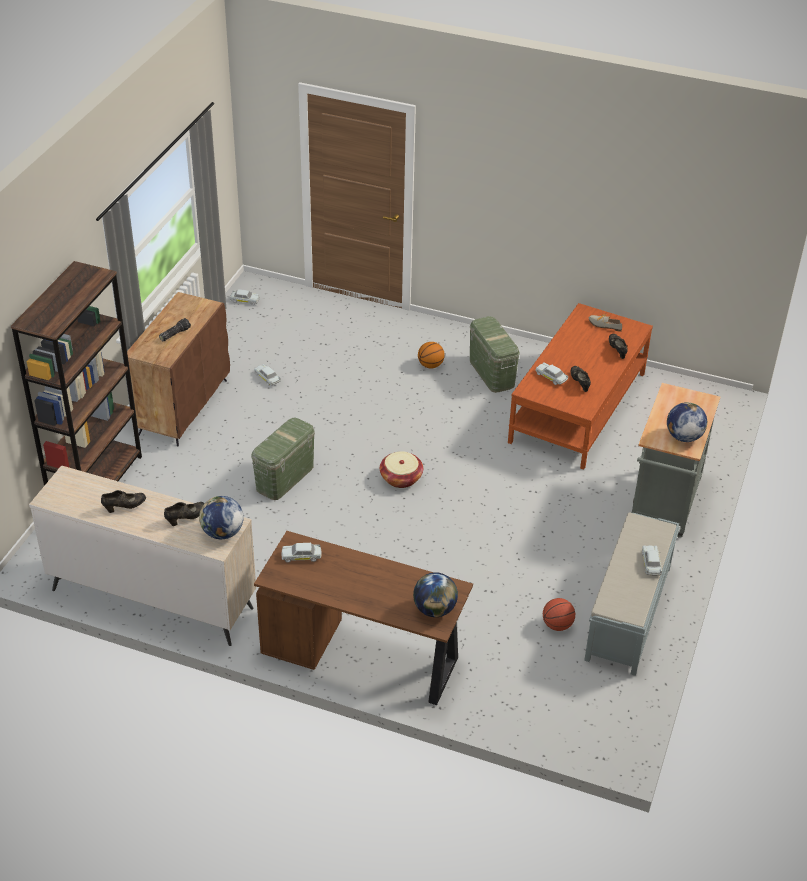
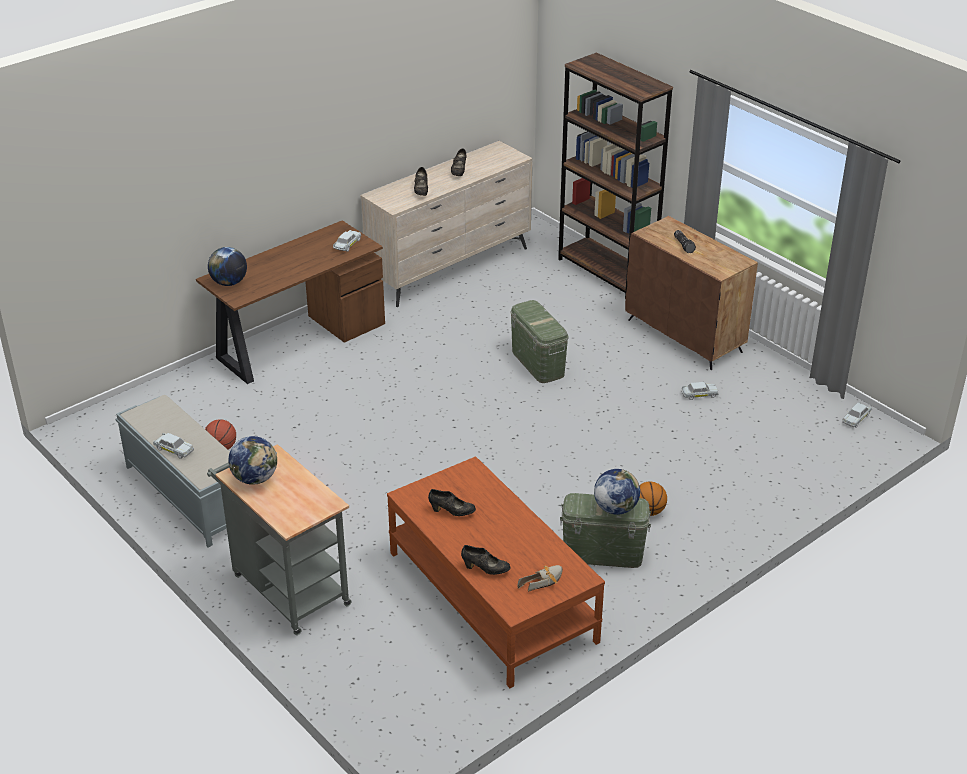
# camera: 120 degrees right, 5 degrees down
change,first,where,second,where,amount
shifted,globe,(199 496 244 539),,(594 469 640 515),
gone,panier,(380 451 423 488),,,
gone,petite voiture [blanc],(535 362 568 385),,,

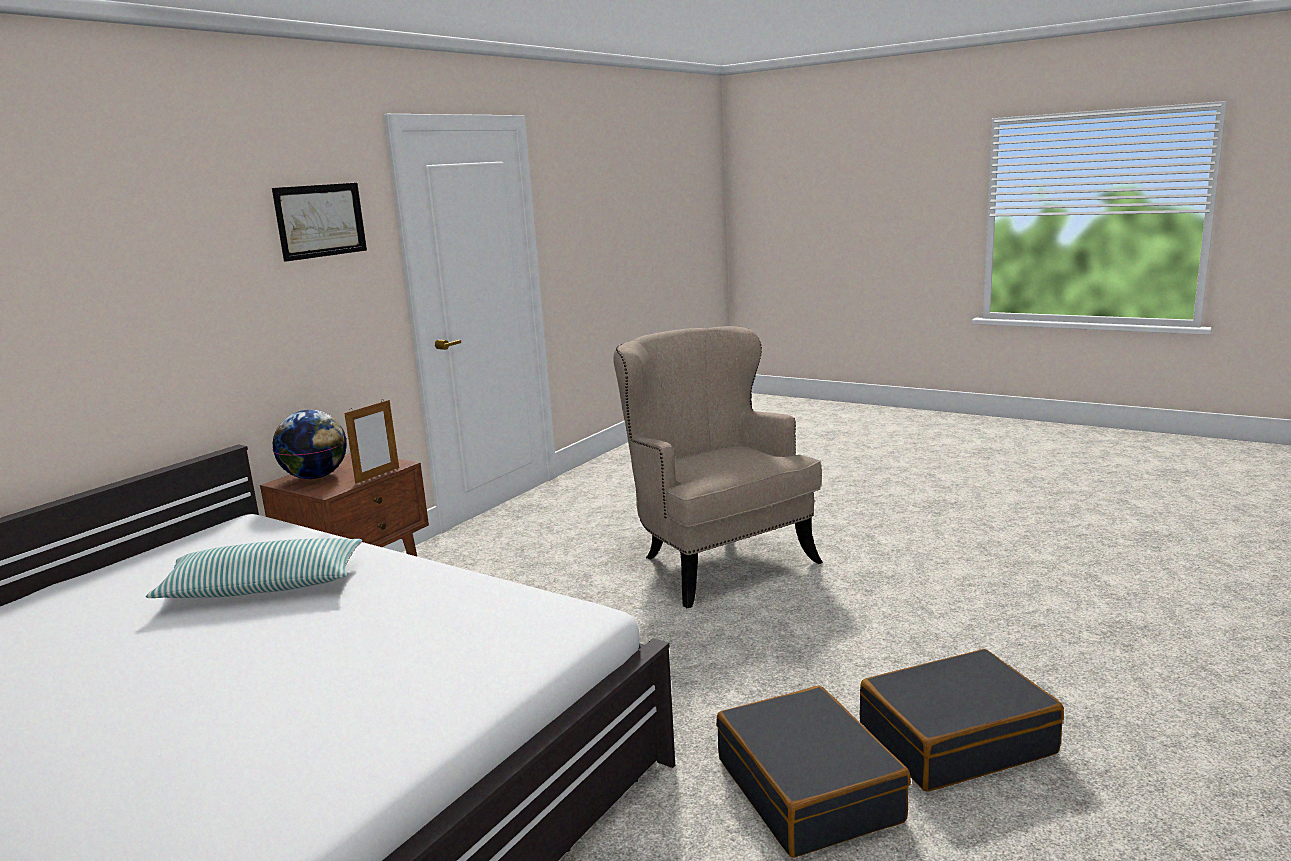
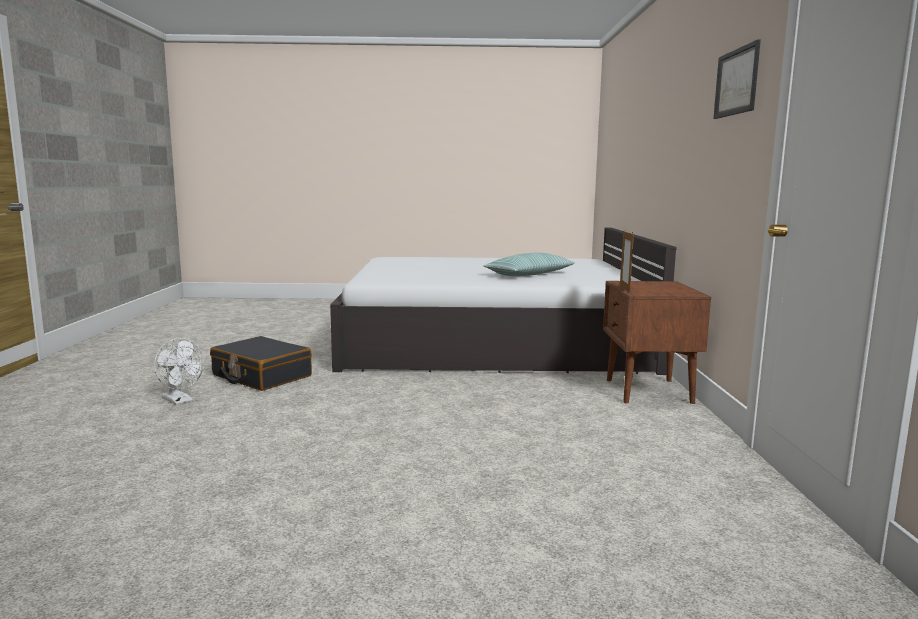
# camera: 145 degrees right, 5 degrees down
change,first,where,second,where,amount
gone,globe,(273 410 347 479),,,
gone,fauteuil [beige],(613 326 823 608),,,
swapped,valise [noir],(860 649 1064 792),ventilateur [blanc],(154 338 204 405),

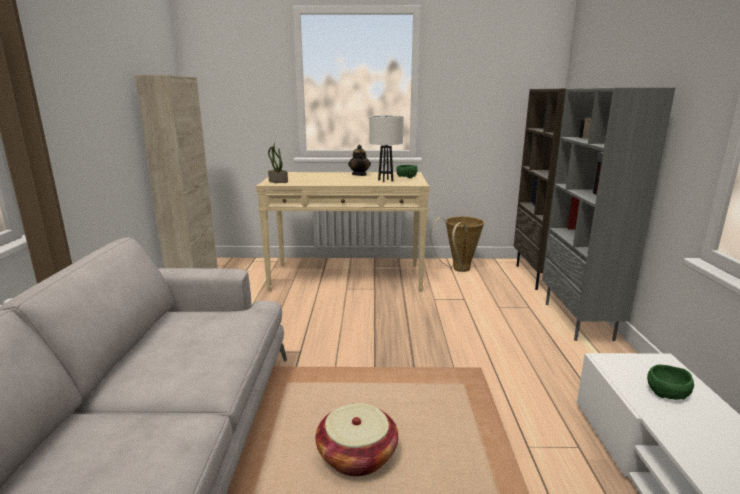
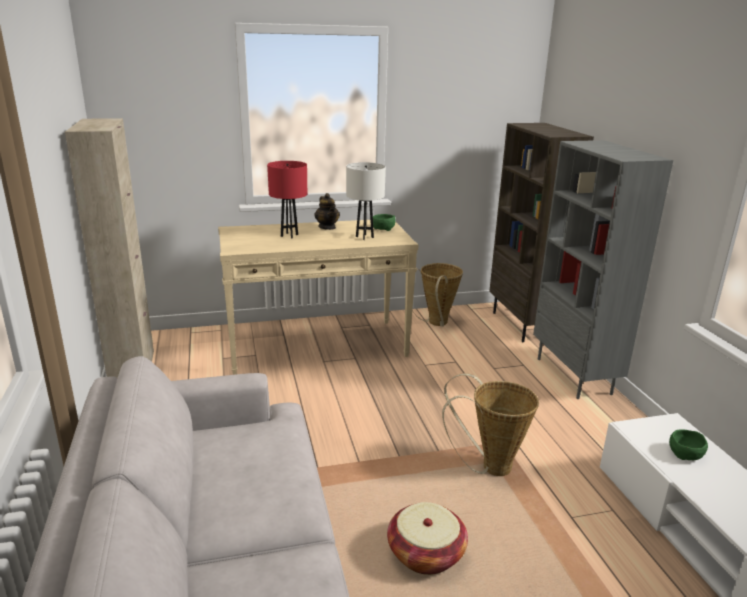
# camera: 15 degrees left, 5 degrees up
change,first,where,second,where,amount
gone,plante en pot,(268 143 288 183),,,
new,,,lampe de table [rouge],(267 161 307 238),
new,,,panier,(442 373 539 476),

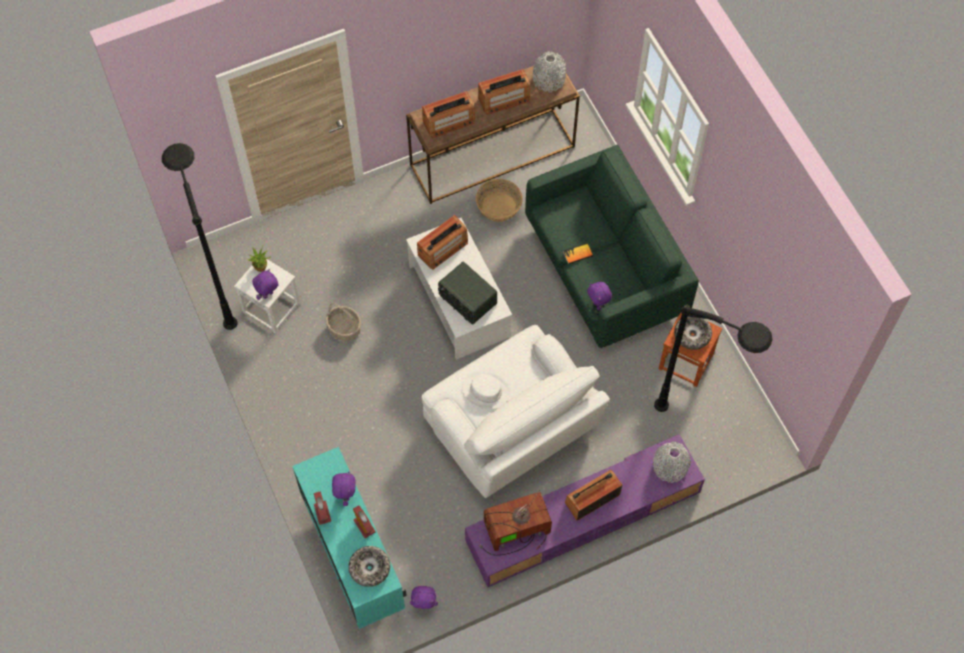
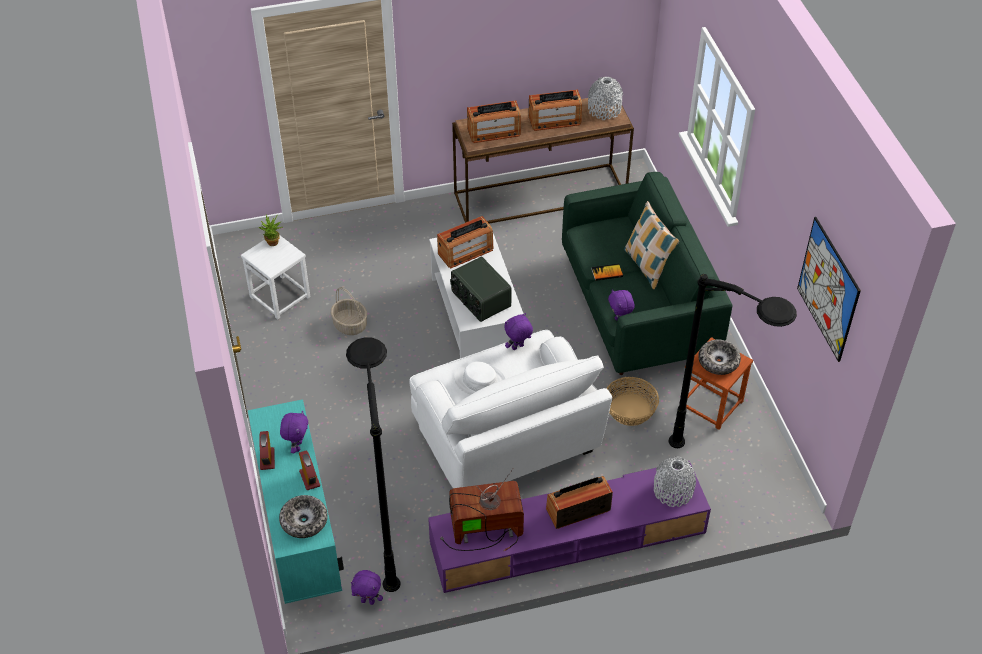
# camera: 10 degrees right, 15 degrees down
change,first,where,second,where,amount
shifted,lampadaire [noir],(162 143 237 330),,(346 337 400 592),
shifted,peluche [violet],(252 269 279 300),,(504 313 533 350),
shifted,panier,(476 179 523 222),,(606 377 659 426),
new,,,coussin,(624 201 679 289),
new,,,tableau,(797 217 861 362),

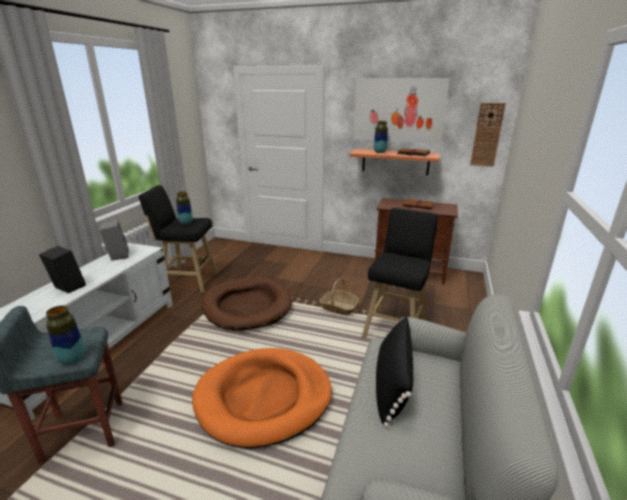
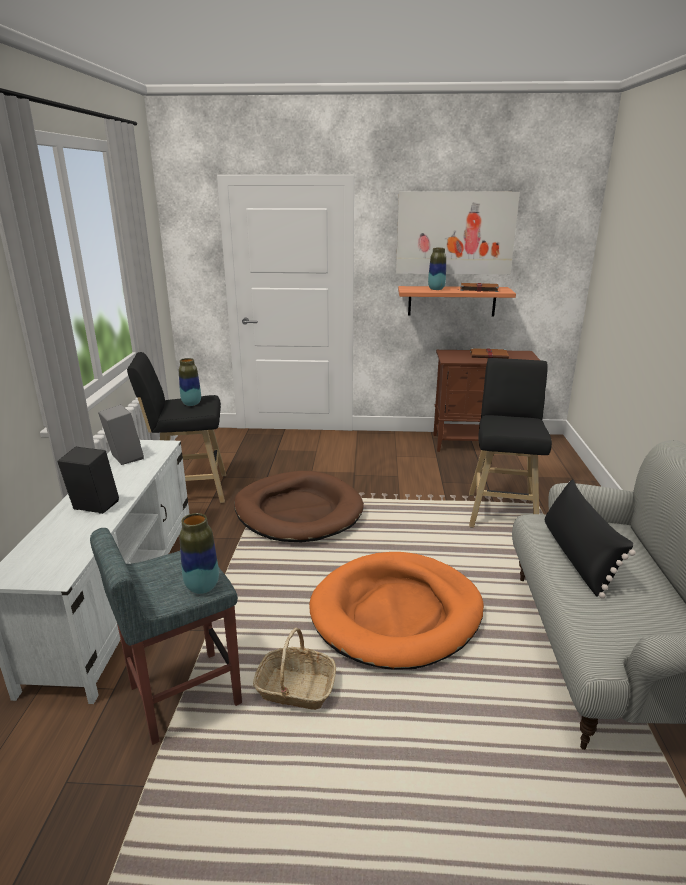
# camera: 15 degrees left, 0 degrees up
change,first,where,second,where,amount
shifted,panier,(319 278 359 316),,(253 628 336 710),
gone,horloge murale,(470 103 506 167),,,

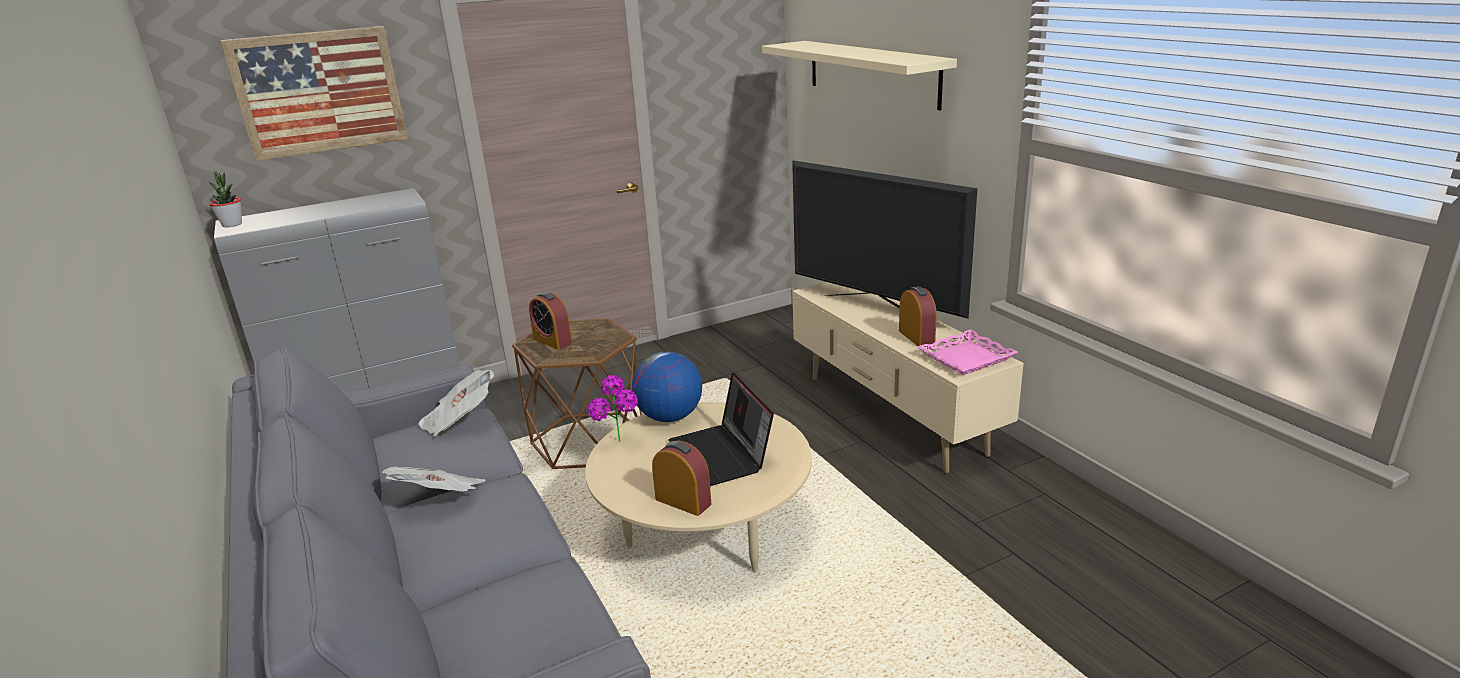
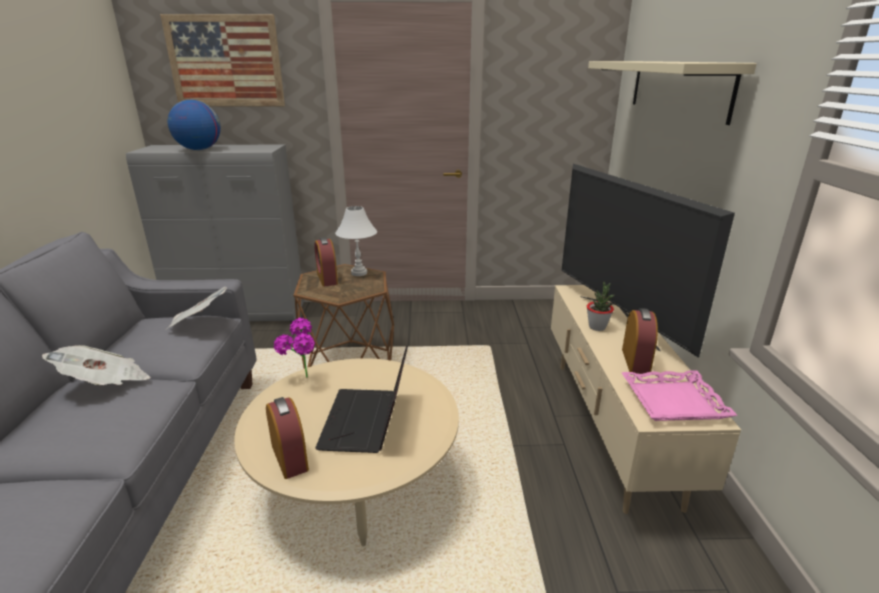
# camera: 25 degrees right, 0 degrees up
change,first,where,second,where,amount
shifted,plante en pot,(209 171 242 227),,(587 282 615 331),
shifted,globe,(632 352 702 422),,(168 100 221 150),
new,,,lampe de table [blanc],(335 206 377 276),

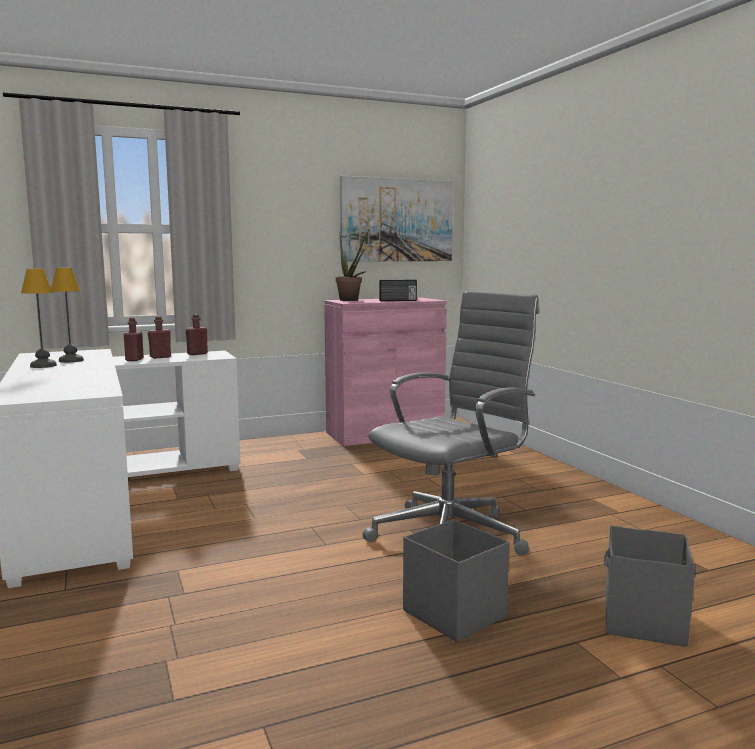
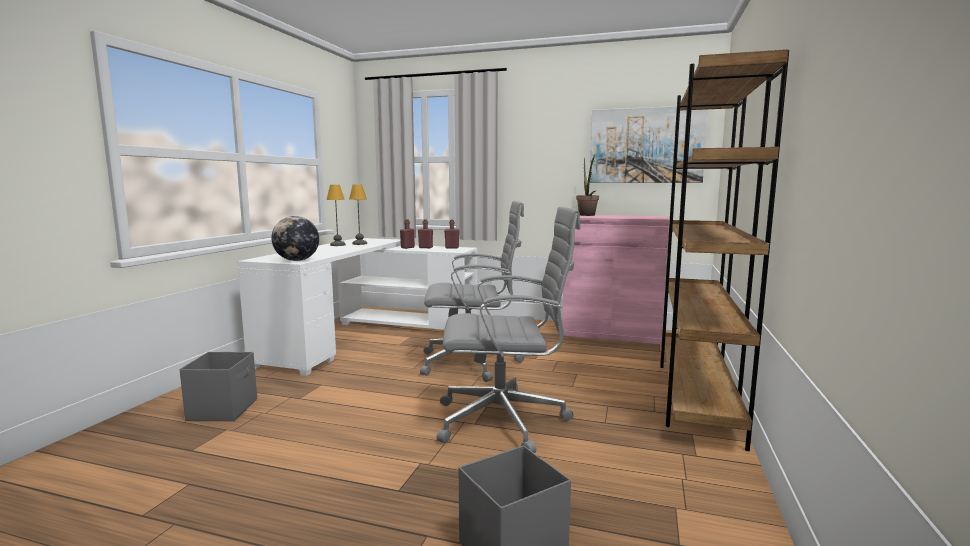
# camera: 40 degrees right, 0 degrees up
change,first,where,second,where,amount
gone,radio,(379 280 417 301),,,
shifted,boîte de rangement [gris],(403 519 509 642),,(180 352 257 421),
new,,,globe,(271 216 319 261),
new,,,chaise de bureau [gris],(420 201 524 382),
new,,,bibliothèque [marron],(660 49 789 451),

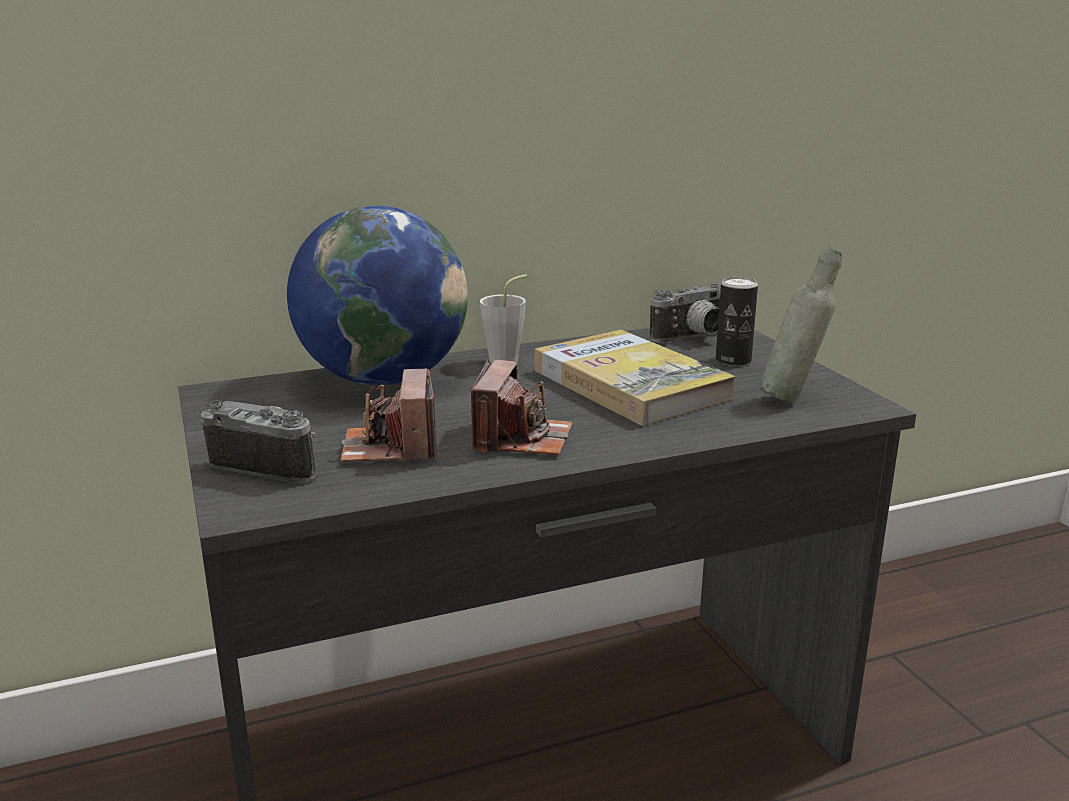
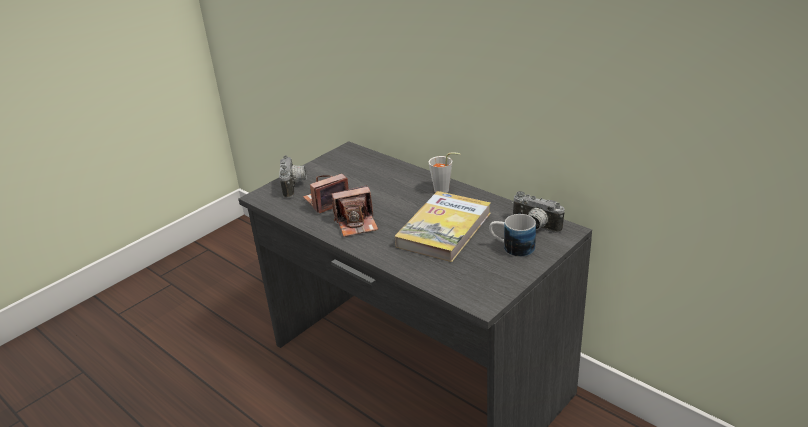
# camera: 65 degrees right, 10 degrees up
change,first,where,second,where,amount
gone,globe,(287 206 468 385),,,
swapped,boîte métallique,(716 277 758 366),mug,(489 214 536 257),
gone,bouteille [gris],(759 247 842 403),,,

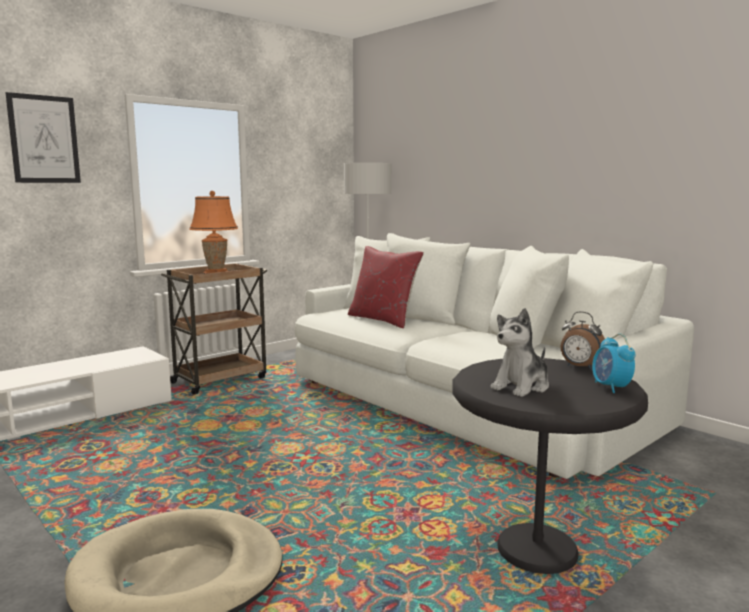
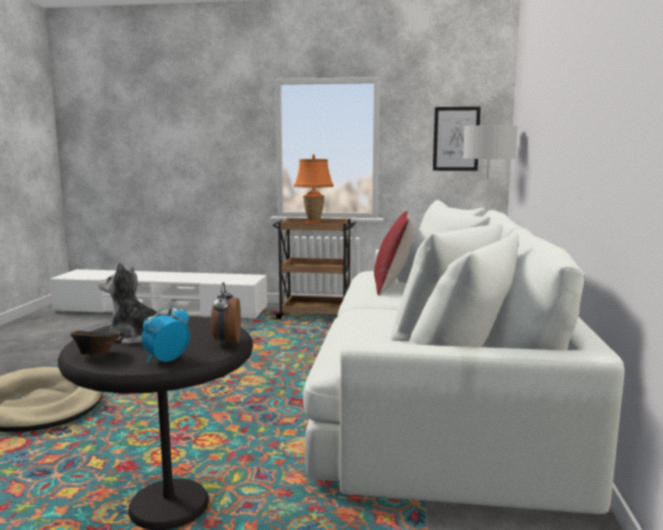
# camera: 50 degrees right, 0 degrees up
change,first,where,second,where,amount
shifted,tableau,(5 92 81 183),,(433 107 481 171),
new,,,bol [marron],(70 330 120 355),

